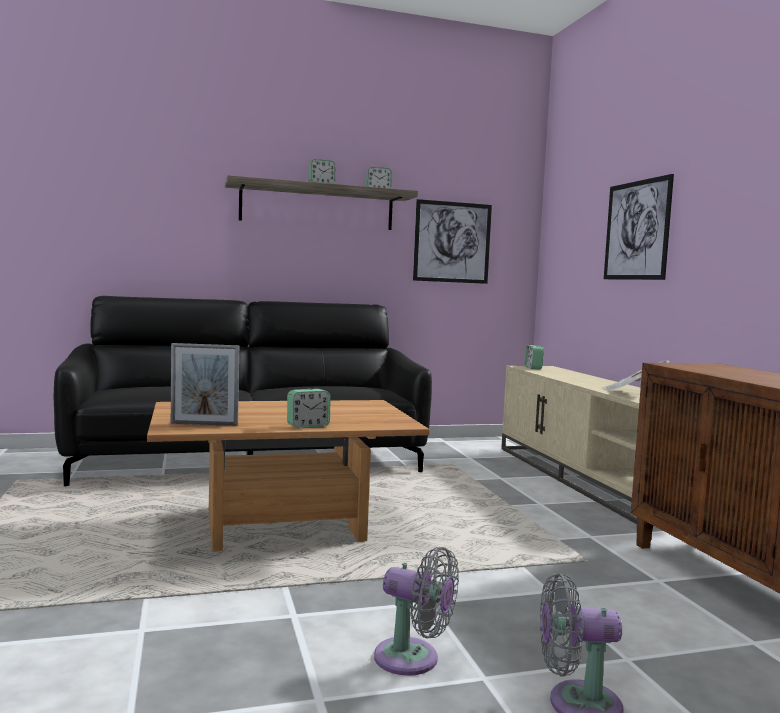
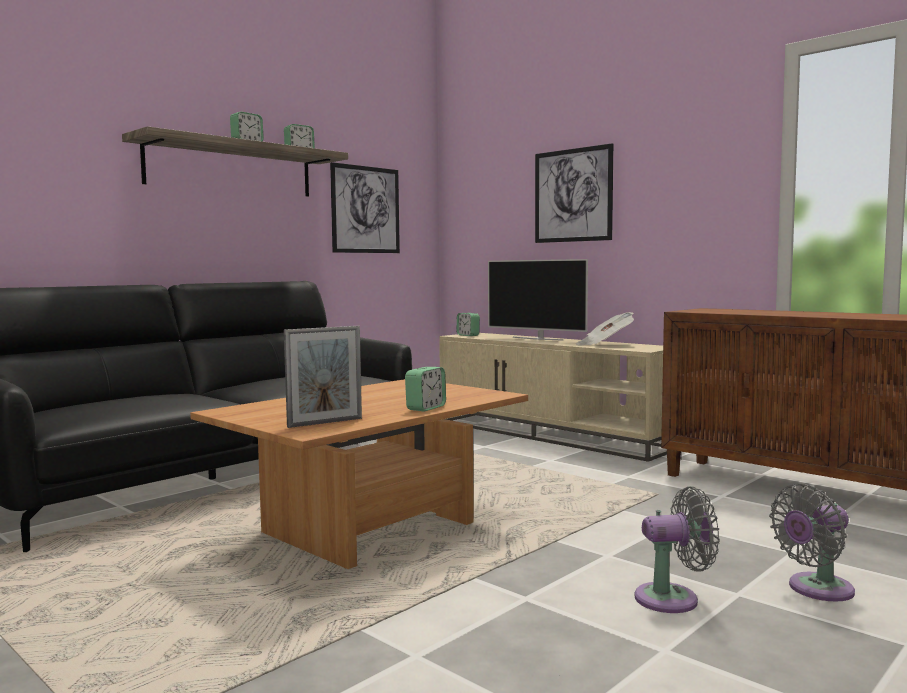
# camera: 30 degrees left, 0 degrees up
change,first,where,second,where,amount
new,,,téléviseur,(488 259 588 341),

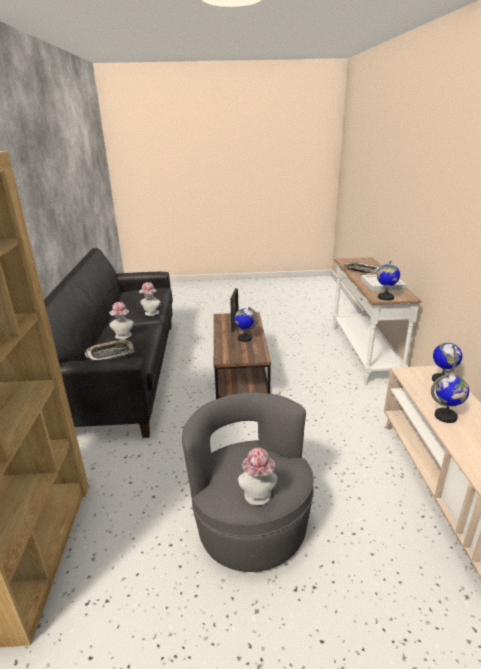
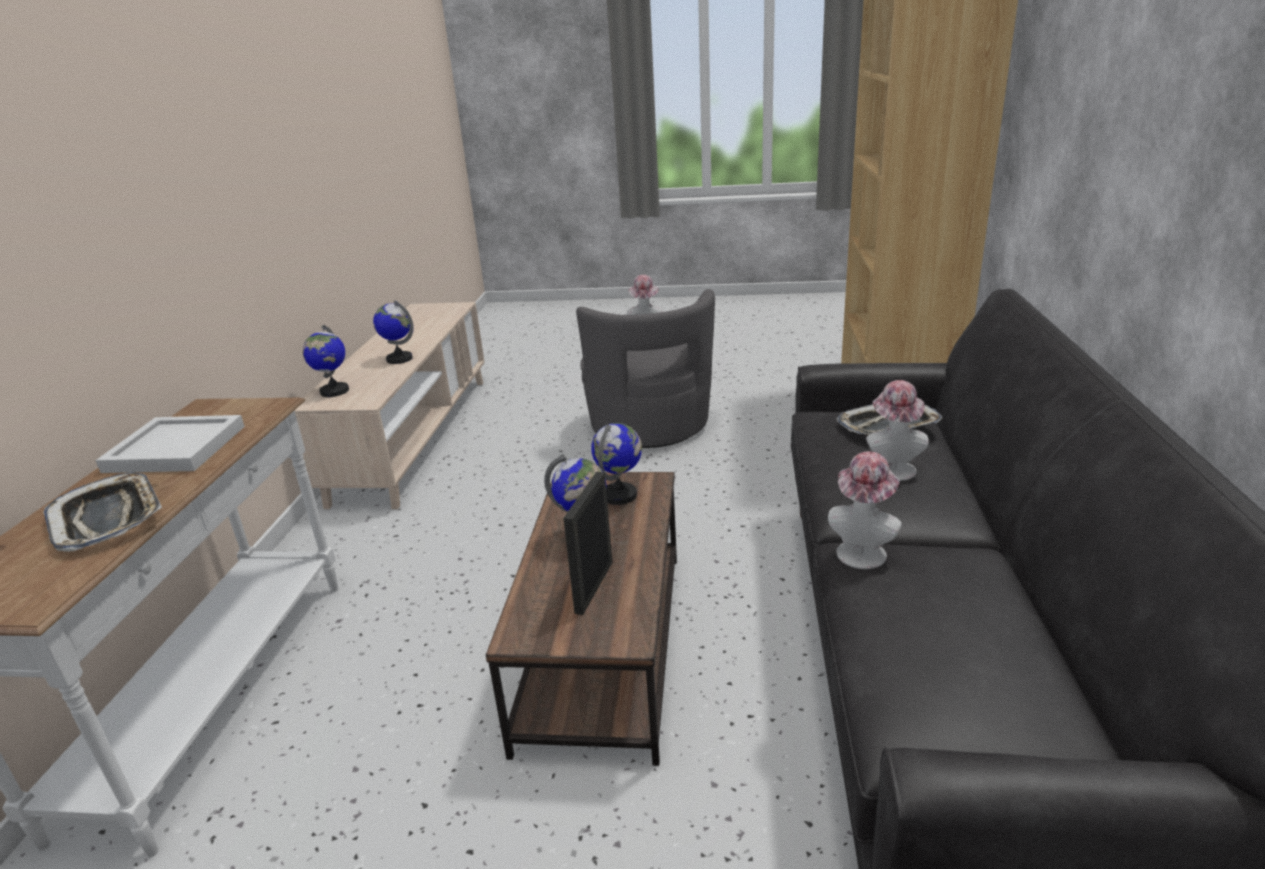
# camera: 170 degrees left, 0 degrees up
change,first,where,second,where,amount
shifted,globe,(377 261 400 301),,(591 423 642 505),

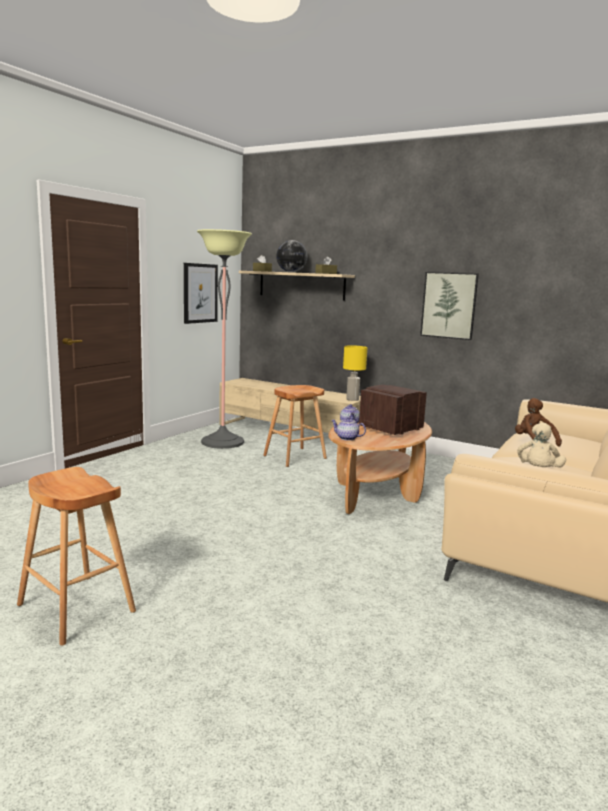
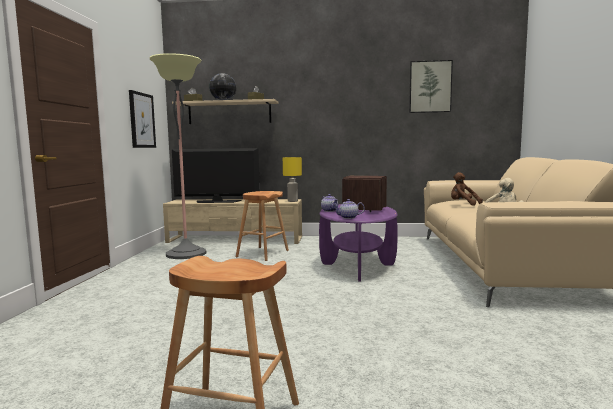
# camera: 25 degrees left, 5 degrees down
change,first,where,second,where,amount
repainted,table basse [marron],(328 422 432 514),table basse [violet],(319 204 398 282),
shifted,tableau,(420 272 479 340),,(409 60 453 113),
new,,,téléviseur,(172 148 260 203),

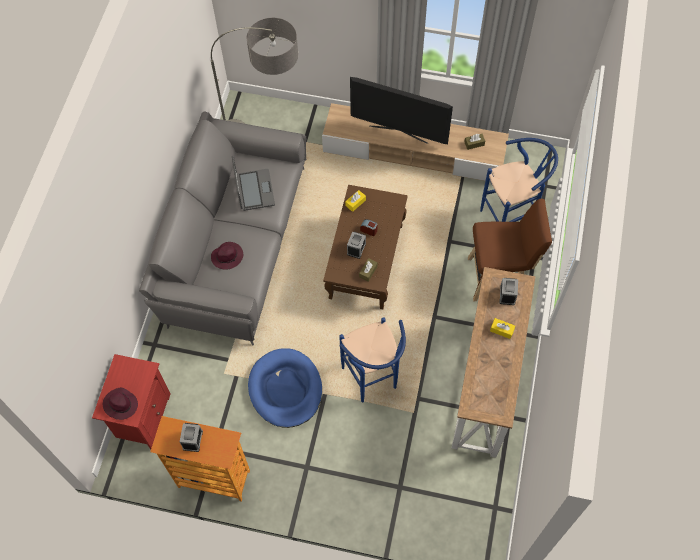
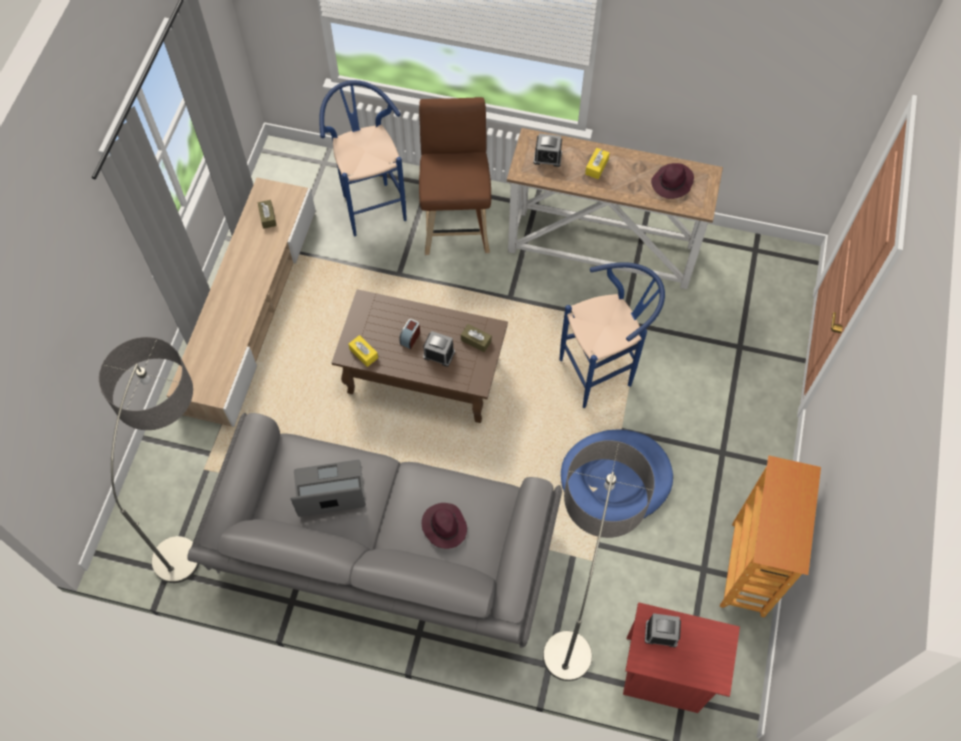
# camera: 90 degrees left, 0 degrees up
change,first,where,second,where,amount
shifted,chapeau [violet],(103 388 138 420),,(651 163 694 199),
shifted,réveil,(180 423 203 452),,(645 613 681 647),
gone,téléviseur,(350 77 453 144),,,
new,,,lampadaire,(543 440 655 681),

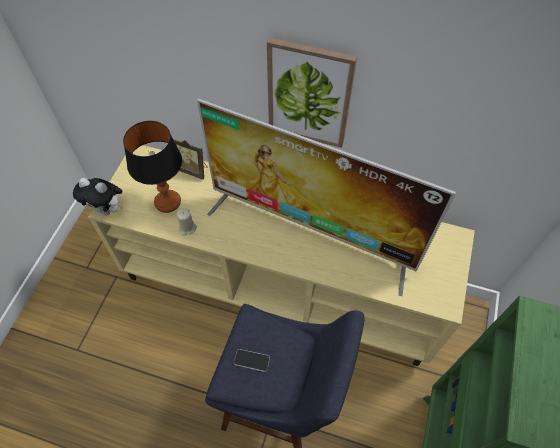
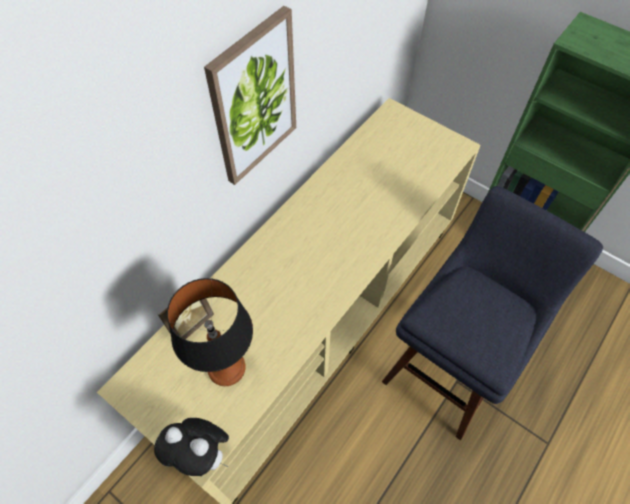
# camera: 70 degrees left, 0 degrees up
change,first,where,second,where,amount
rotated,peluche,(73 178 123 216),,(154 418 229 476),75 degrees clockwise
gone,bougie [beige],(177 209 197 236),,,
gone,téléviseur,(197 98 456 296),,,
gone,téléphone,(234 349 270 372),,,

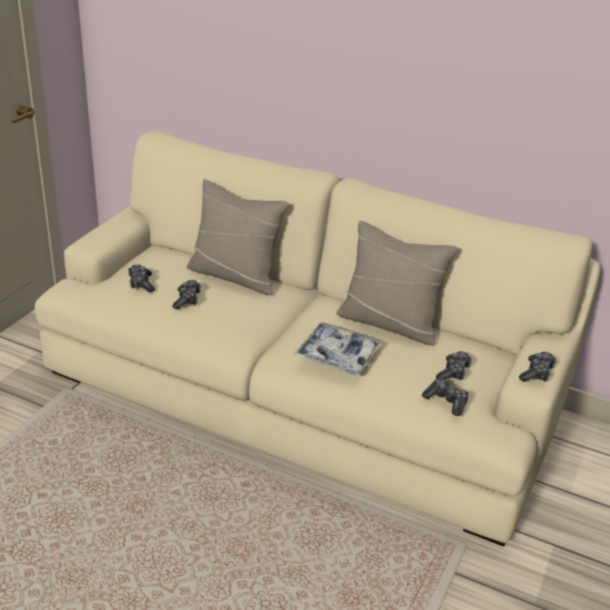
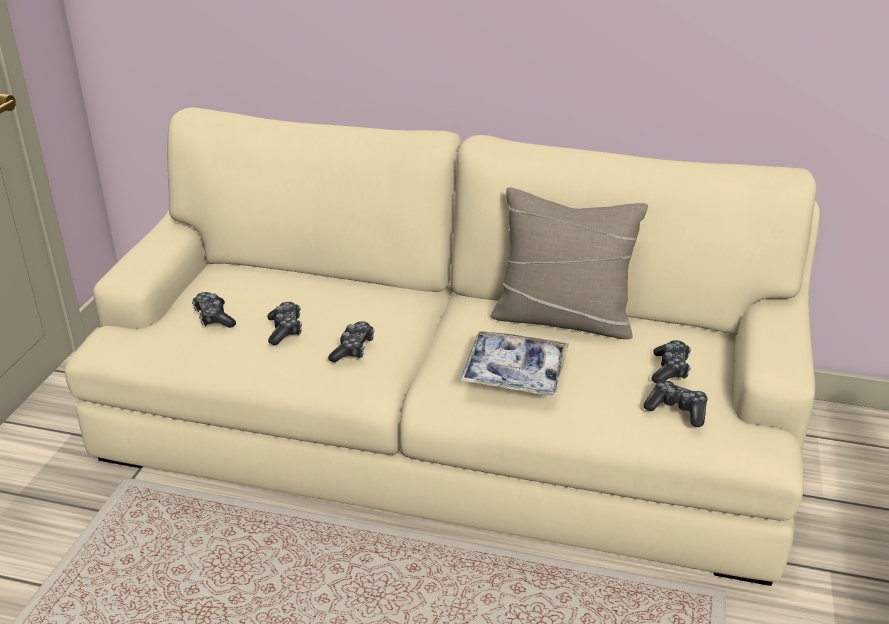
# camera: 10 degrees left, 0 degrees up
change,first,where,second,where,amount
gone,coussin [beige],(187 179 289 295),,,
shifted,manette,(519 352 557 382),,(328 321 374 362),

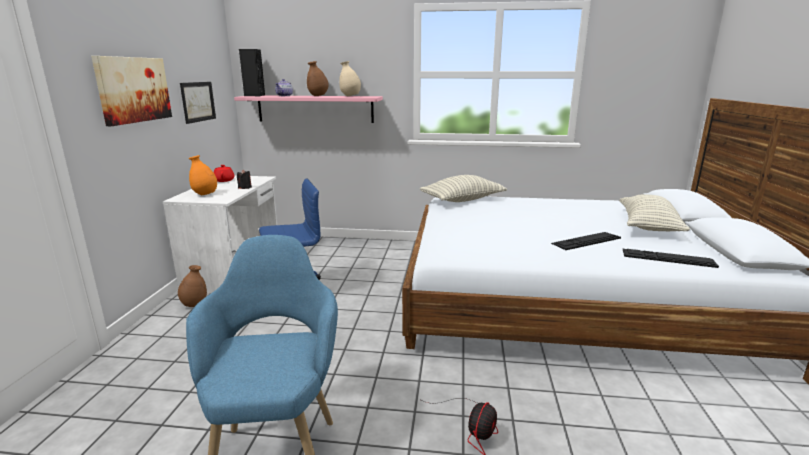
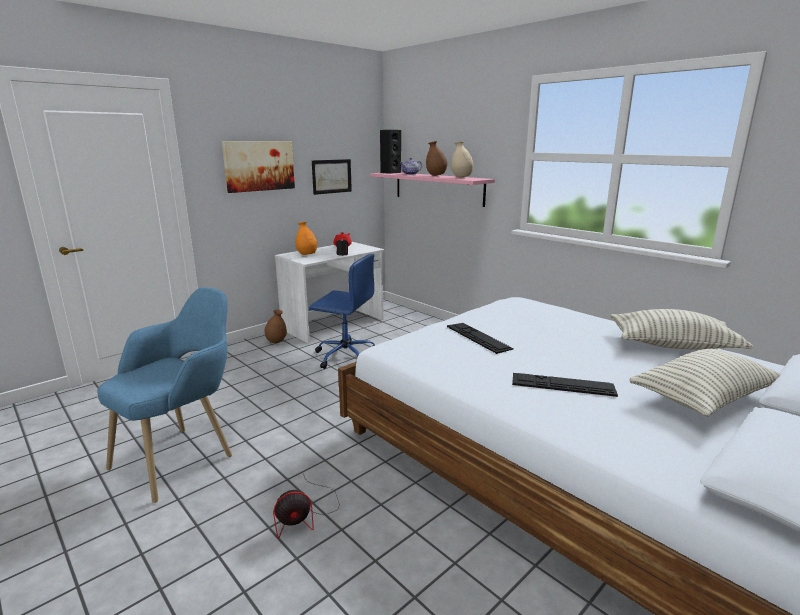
# camera: 40 degrees right, 0 degrees up
change,first,where,second,where,amount
shifted,coussin,(420 175 507 202),,(611 309 752 349),
shifted,clavier,(623 249 719 268),,(447 323 514 354),

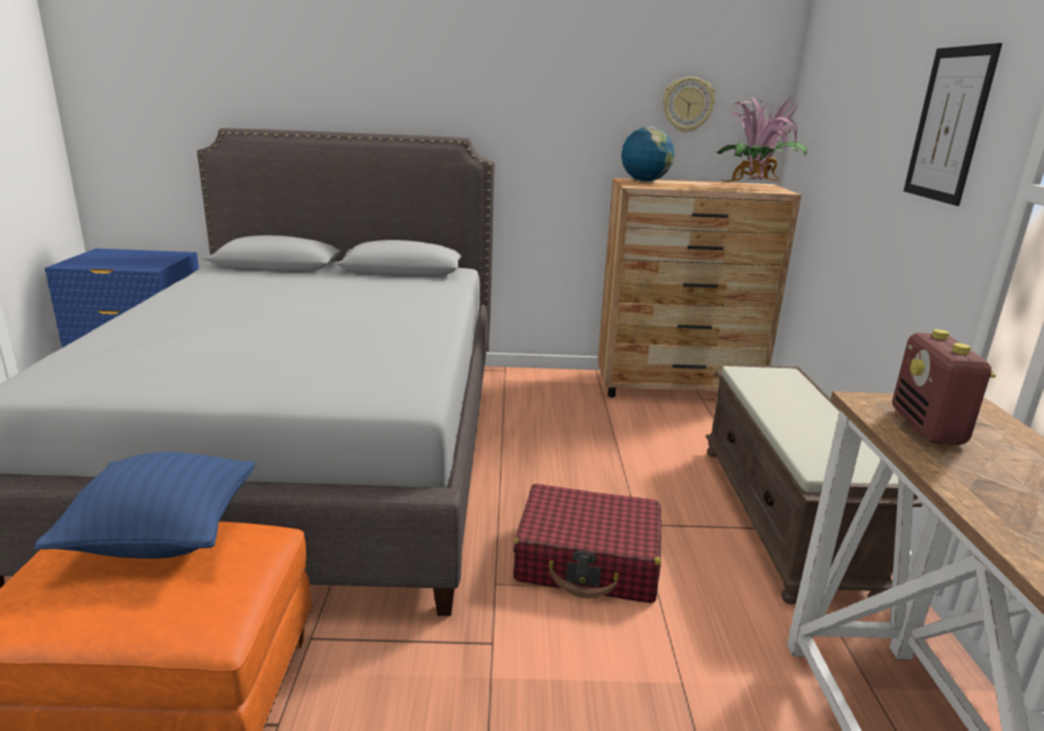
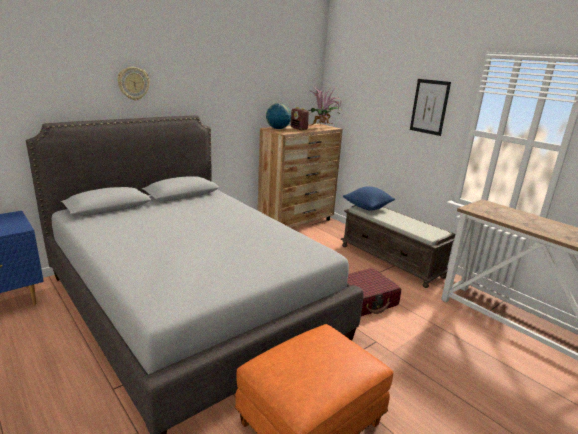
# camera: 40 degrees left, 0 degrees up
change,first,where,second,where,amount
shifted,coussin [bleu],(34 452 255 559),,(343 186 395 211),
shifted,horloge murale,(663 77 715 133),,(117 67 150 101),
shifted,radio,(893 329 996 445),,(291 107 310 130),

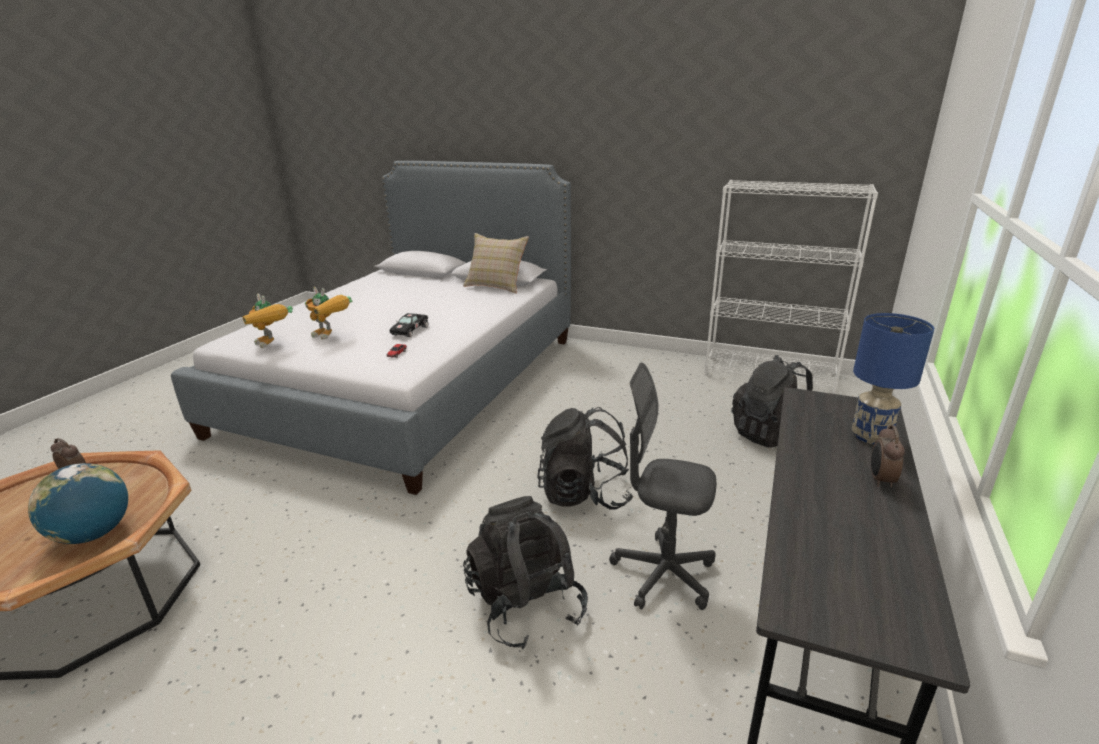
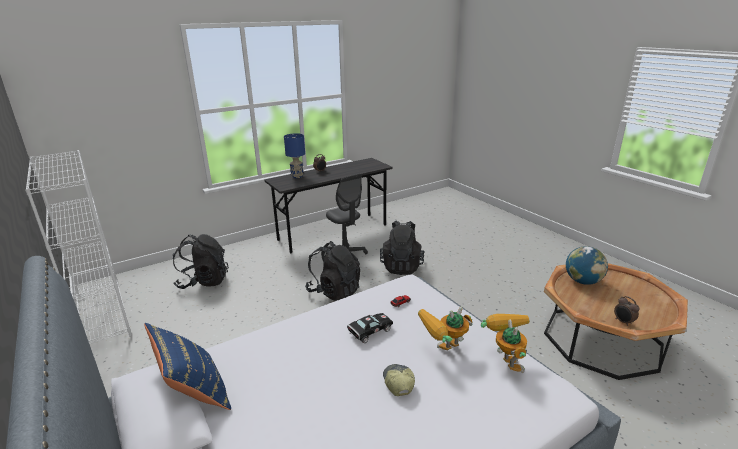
# camera: 145 degrees left, 0 degrees up
change,first,where,second,where,amount
rotated,robot jouet,(305 287 352 340),,(418 307 473 350),90 degrees counterclockwise
repainted,coussin [beige],(463 233 529 293),coussin [bleu],(144 323 231 410),
new,,,casquette,(383 364 415 396),

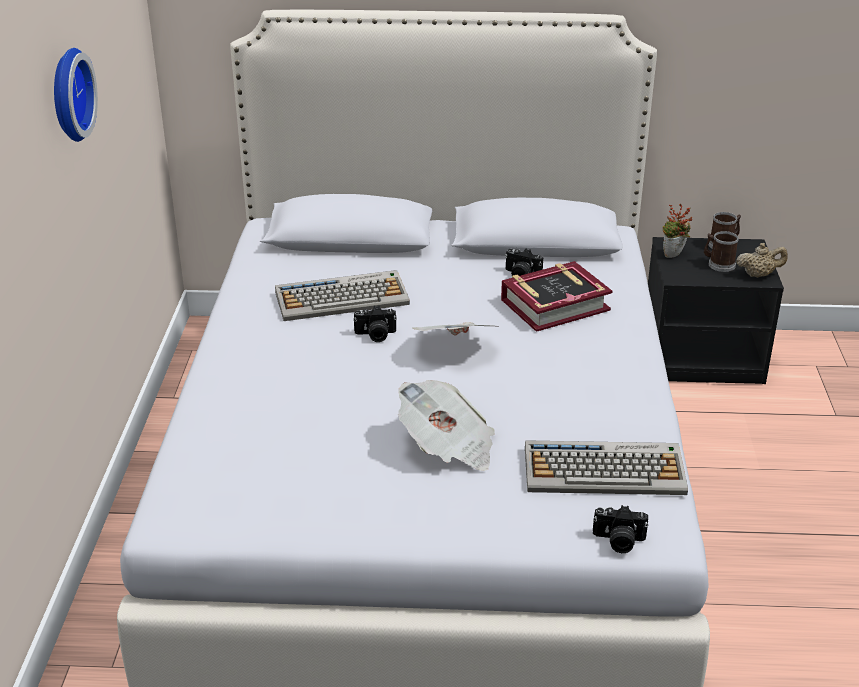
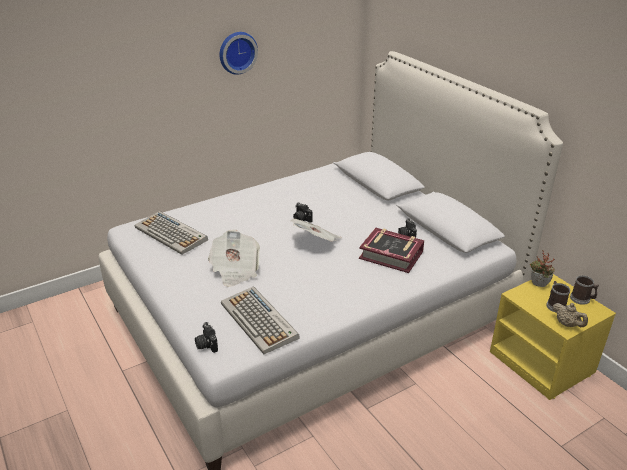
# camera: 55 degrees right, 0 degrees up
change,first,where,second,where,amount
shifted,clavier,(275 270 410 321),,(135 211 208 255),
repainted,table de chevet [noir],(648 237 784 384),table de chevet [jaune],(490 274 616 400),

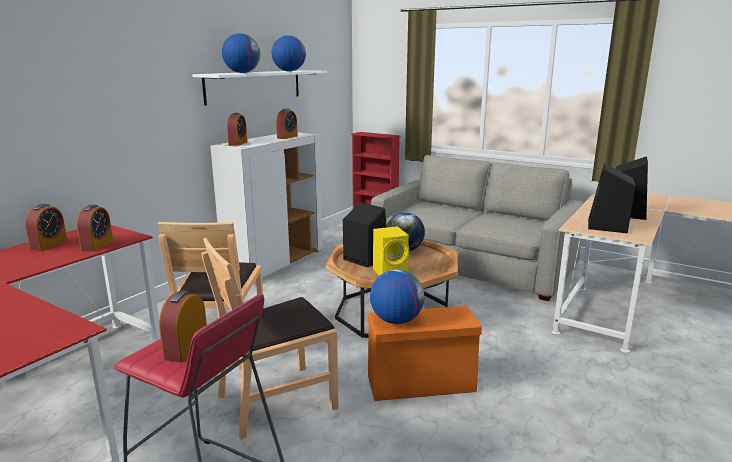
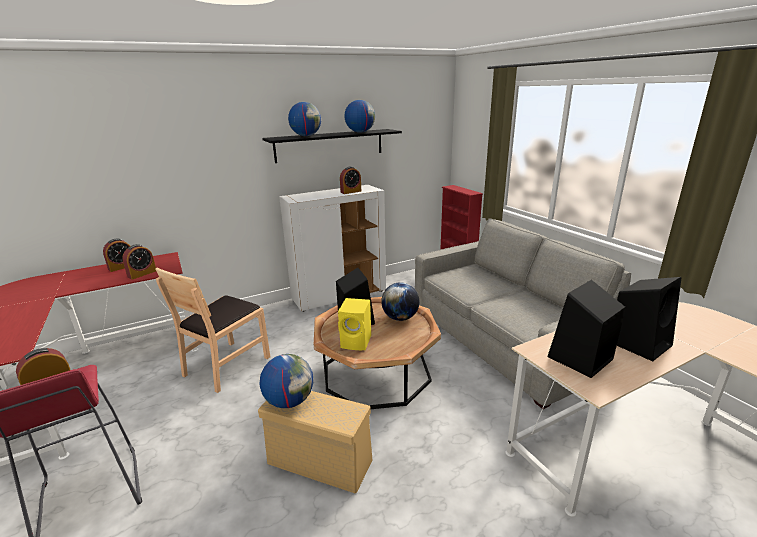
# camera: 30 degrees right, 5 degrees up
change,first,where,second,where,amount
repainted,étagère [blanc],(192 70 327 106),étagère [noir],(262 129 402 163),
gone,chaise [marron],(202 238 339 439),,,
gone,réveil,(227 113 247 146),,,
repainted,boîte de rangement [orange],(368 306 482 401),boîte de rangement [beige],(258 391 372 493),

